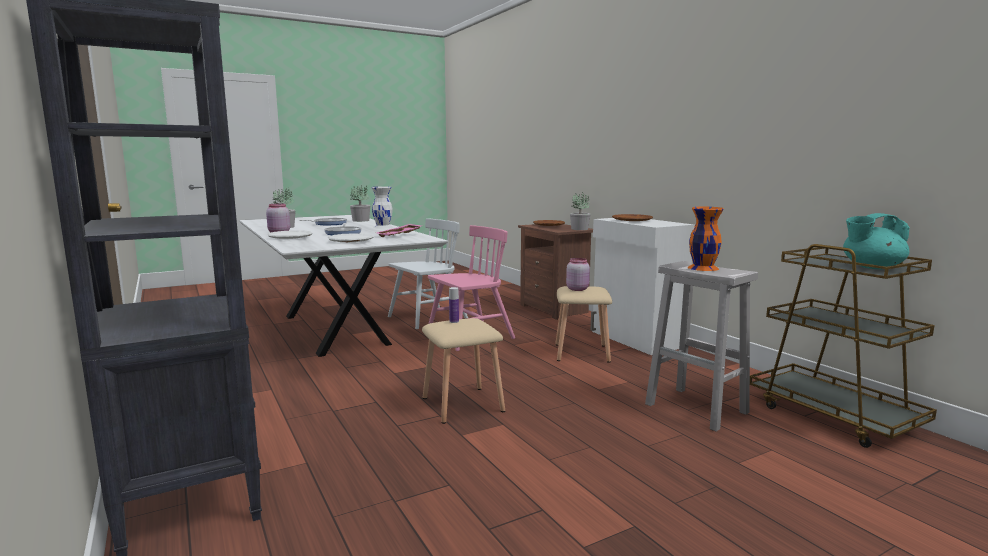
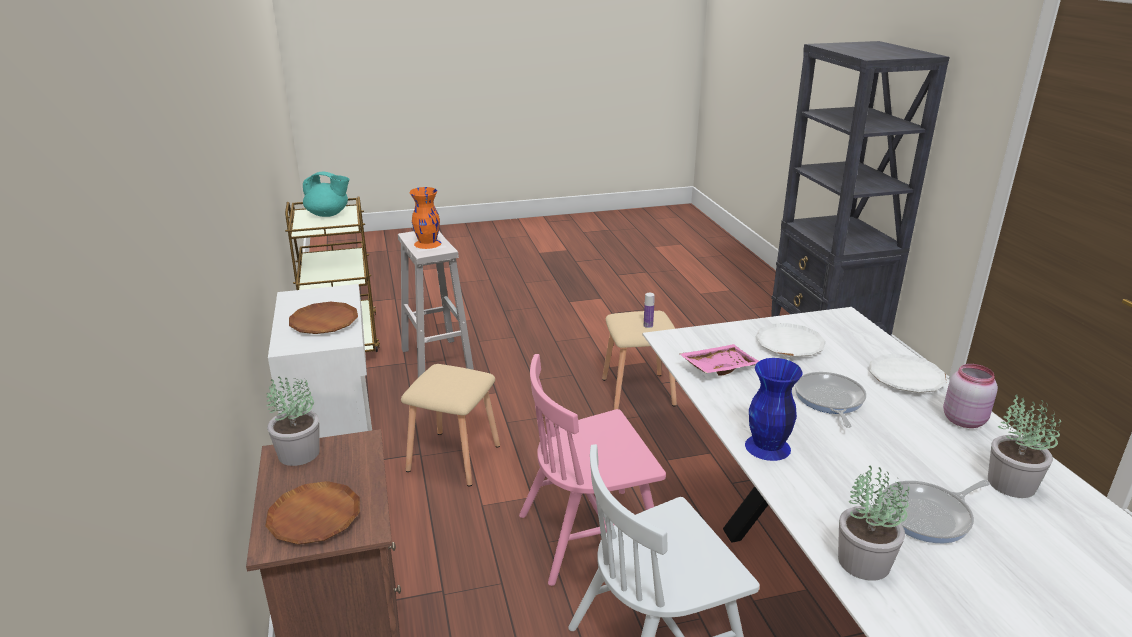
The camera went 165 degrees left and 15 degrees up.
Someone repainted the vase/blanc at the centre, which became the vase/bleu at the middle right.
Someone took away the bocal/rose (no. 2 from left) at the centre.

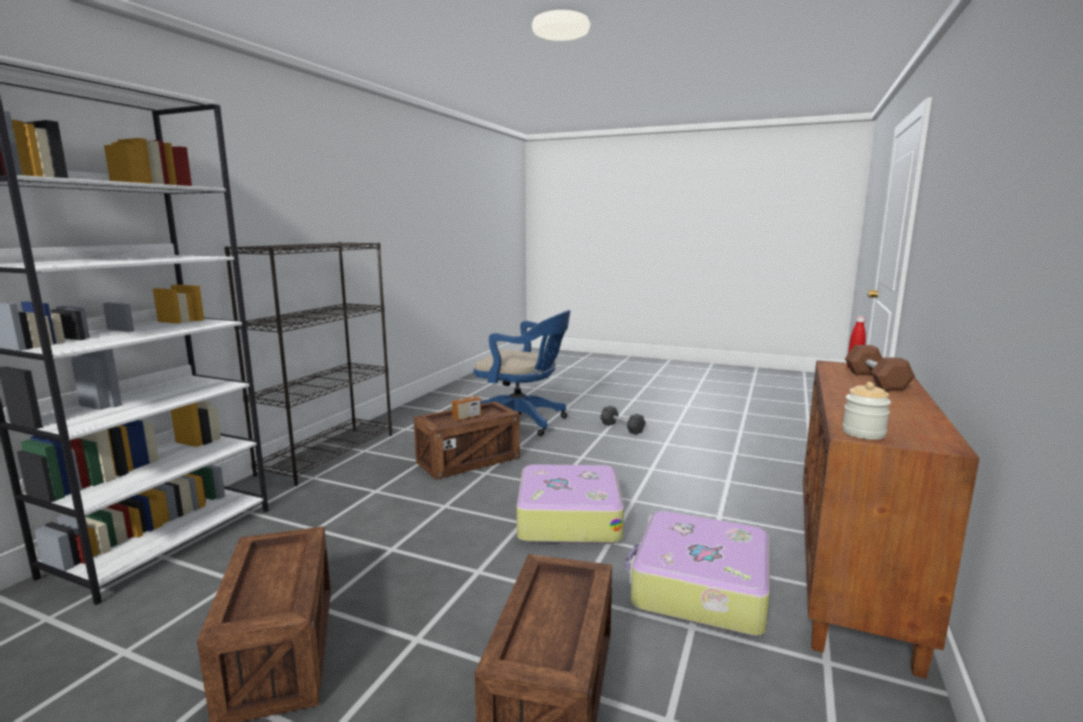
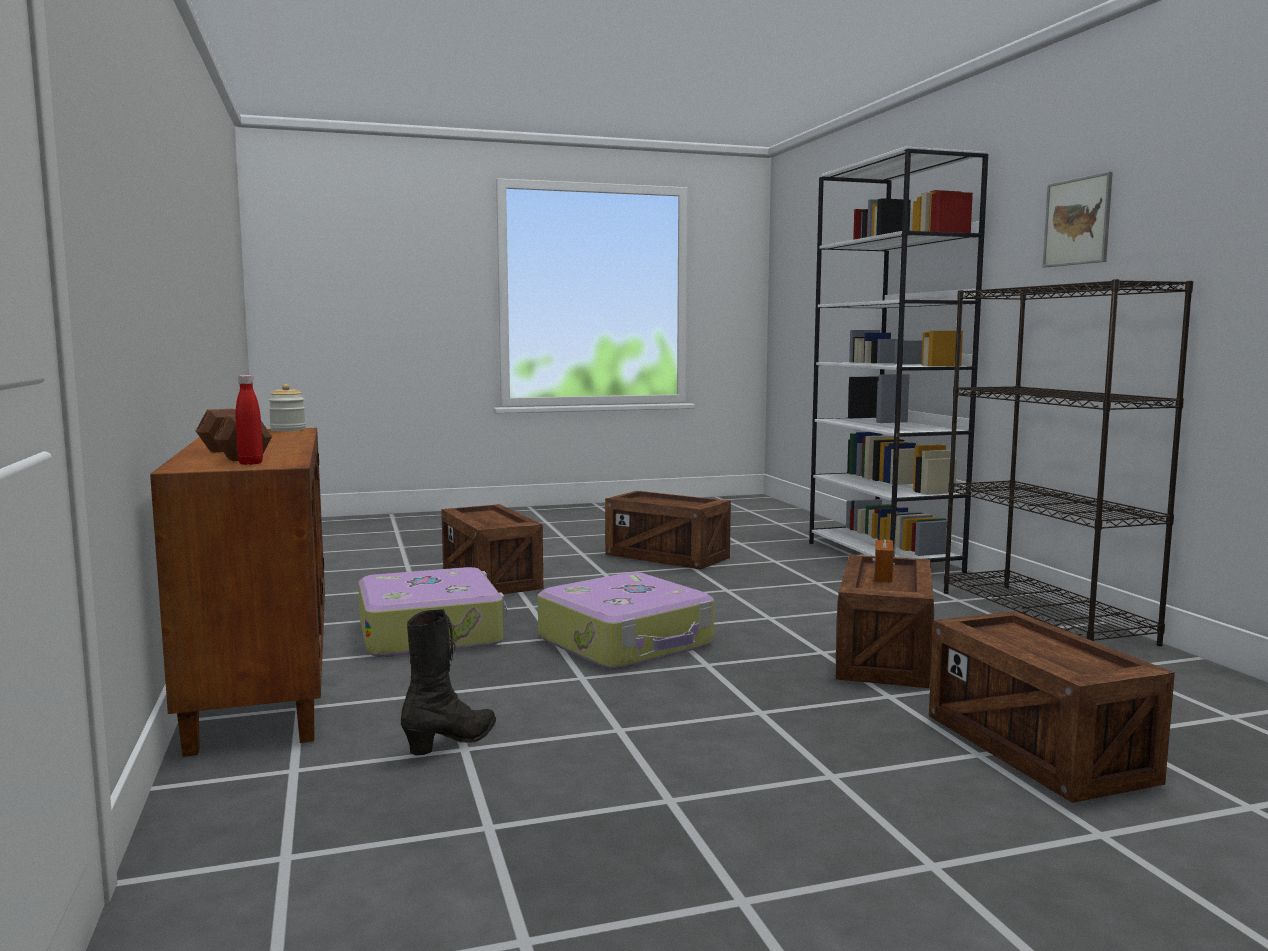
The camera went 140 degrees right and 5 degrees down.
Someone swapped the chaise de bureau/bleu at the centre for the caisse (no. 4 from left) at the bottom right.
Someone took away the haltère/gris at the centre.
Someone put down the botte/noir at the bottom centre.
Someone put up the tableau at the top right.

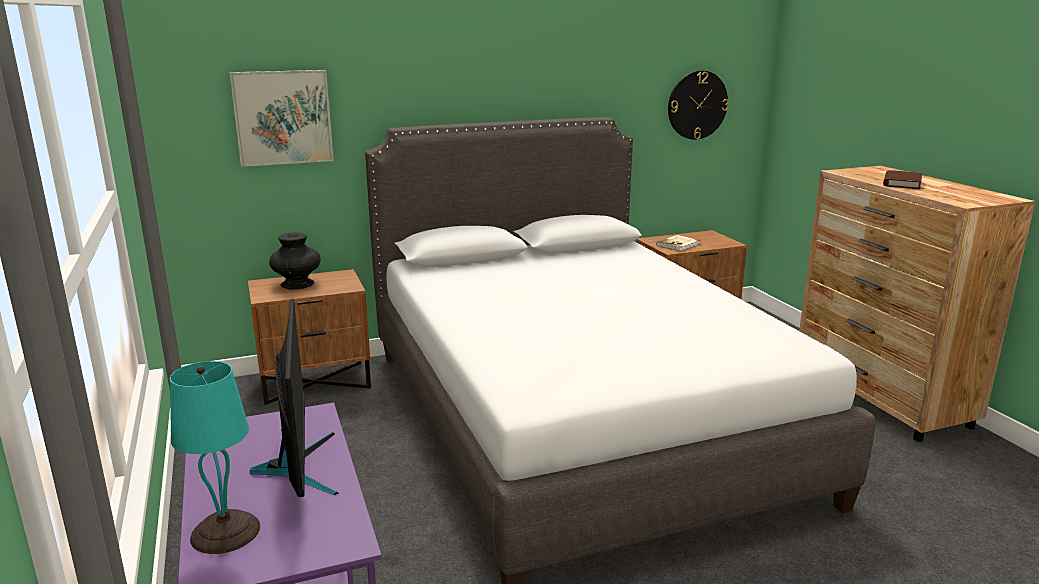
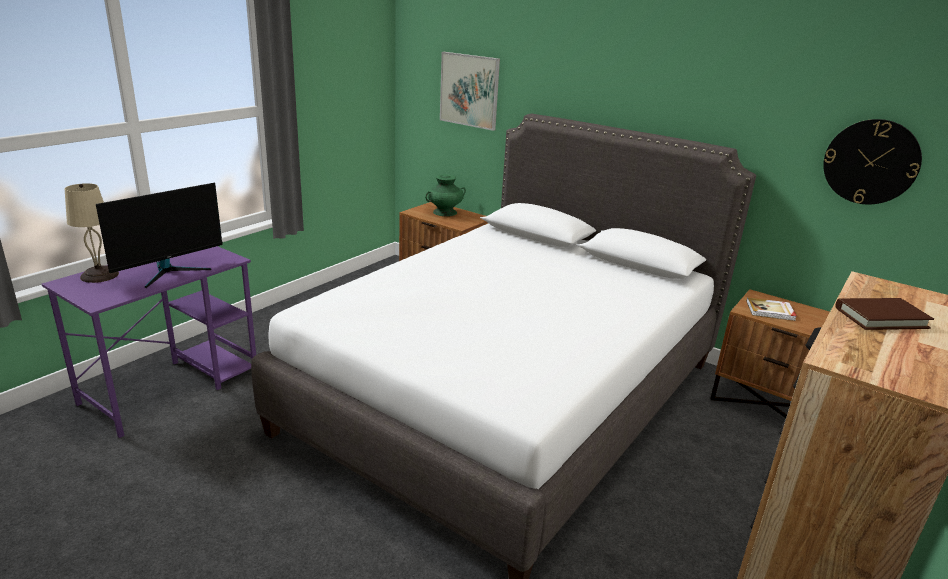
The camera went 55 degrees right and 5 degrees up.
Someone repainted the lampe de table/turquoise at the bottom left, which became the lampe de table/beige at the middle left.
Someone repainted the vase/noir at the middle left, which became the vase/vert at the centre.

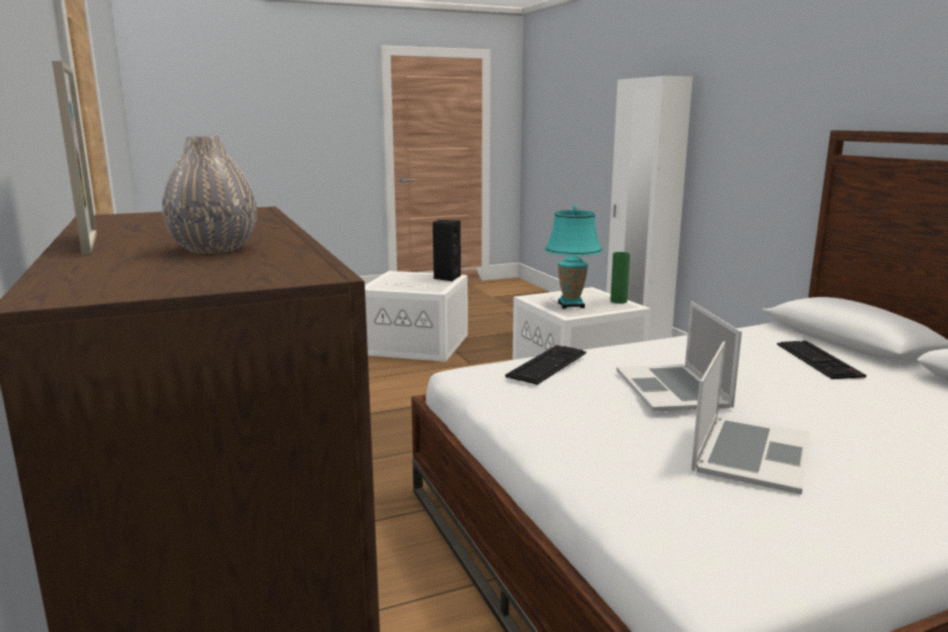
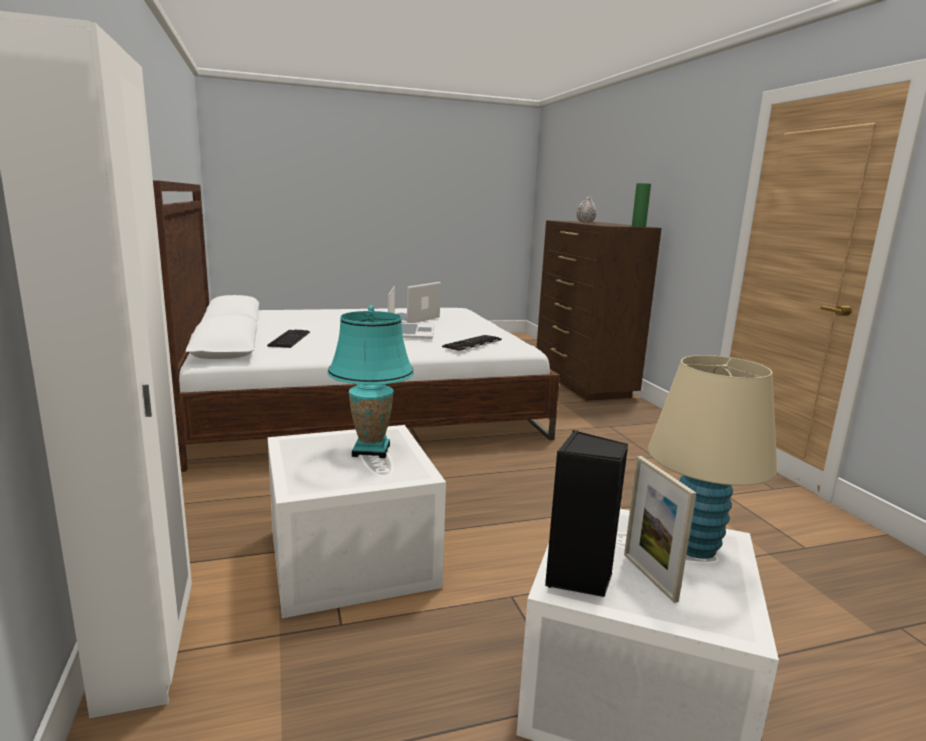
The camera went 175 degrees left and 0 degrees up.
Someone carried the cadre photo from the top left to the bottom right.
Someone carried the vase/vert from the centre to the top right.
Someone put down the lampe de table/beige at the middle right.

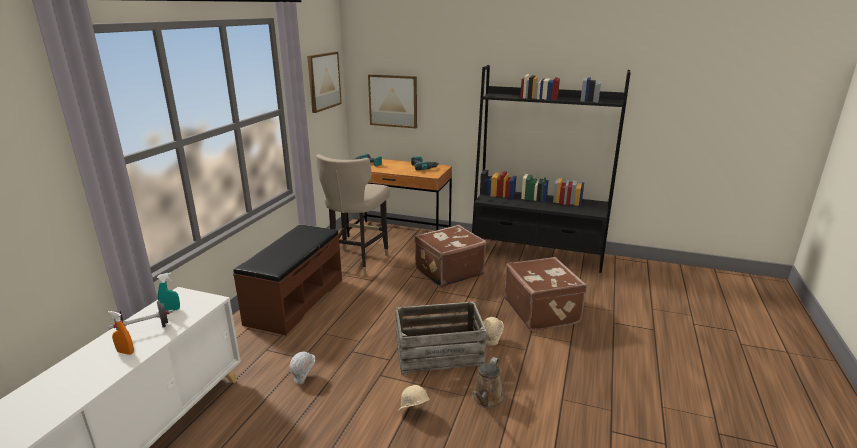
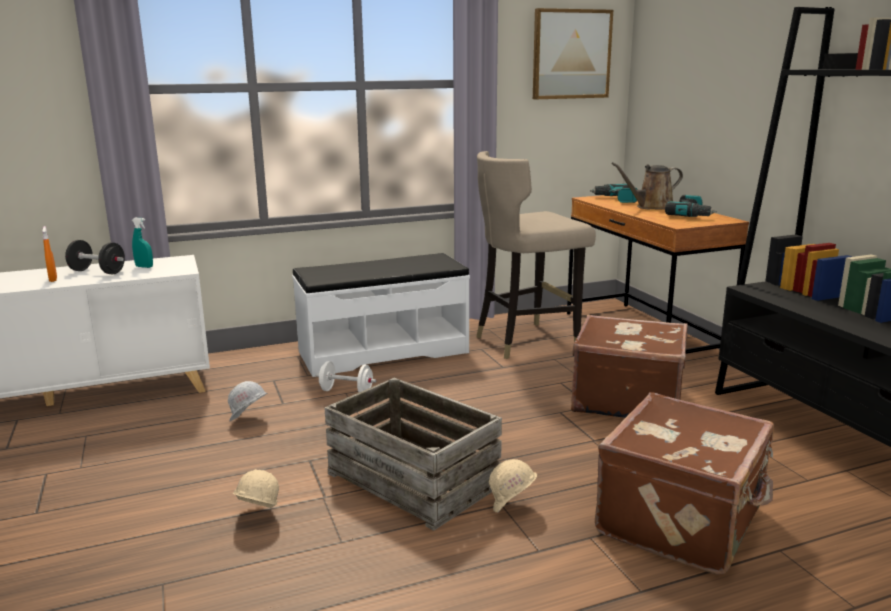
The camera went 50 degrees right and 5 degrees down.
Someone repainted the banc/marron at the centre, which became the banc/blanc at the centre.
Someone took away the tableau (no. 2 from left) at the top centre.
Someone carried the arrosoir/marron from the bottom centre to the top right.
Someone put down the haltère/blanc at the centre.

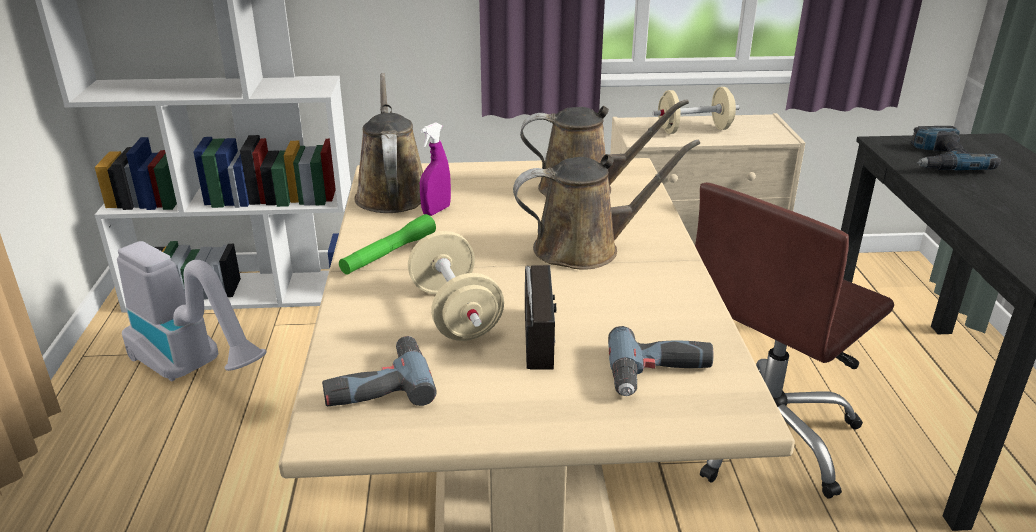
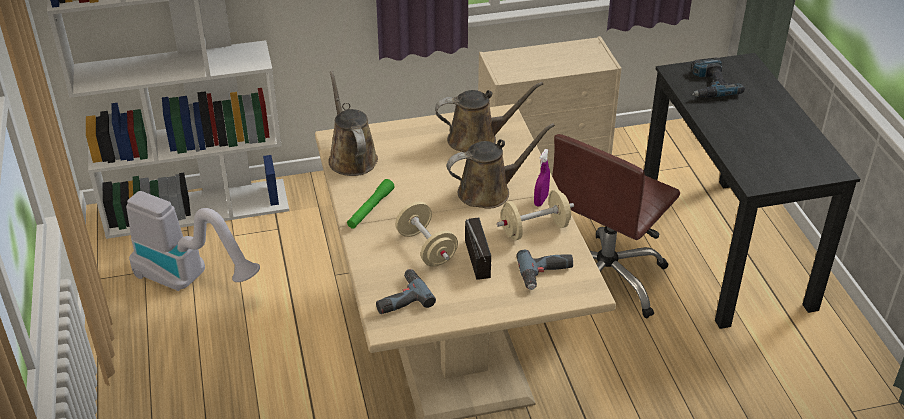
The camera went 10 degrees left and 10 degrees up.
Someone carried the vaporisateur/violet from the top centre to the centre.
Someone carried the haltère/beige (no. 2 from left) from the top right to the centre.

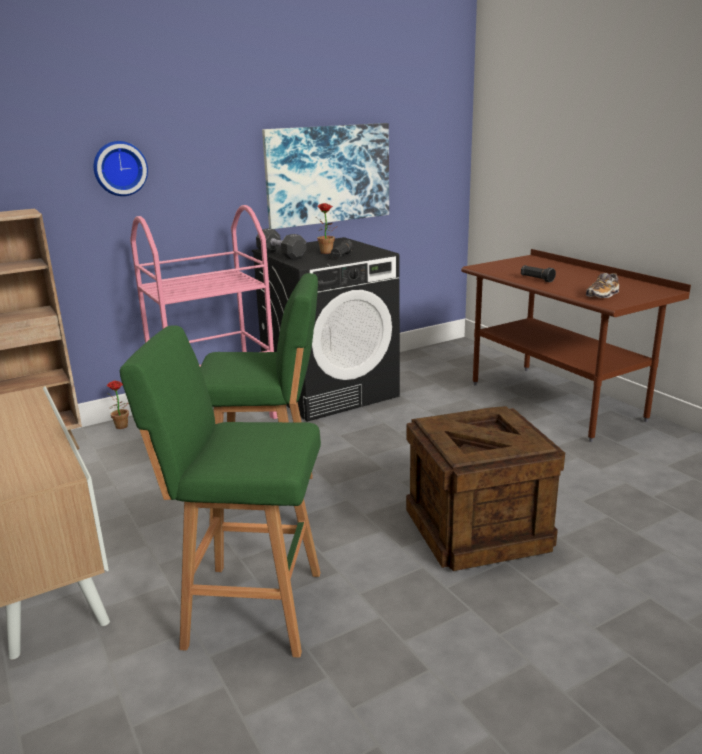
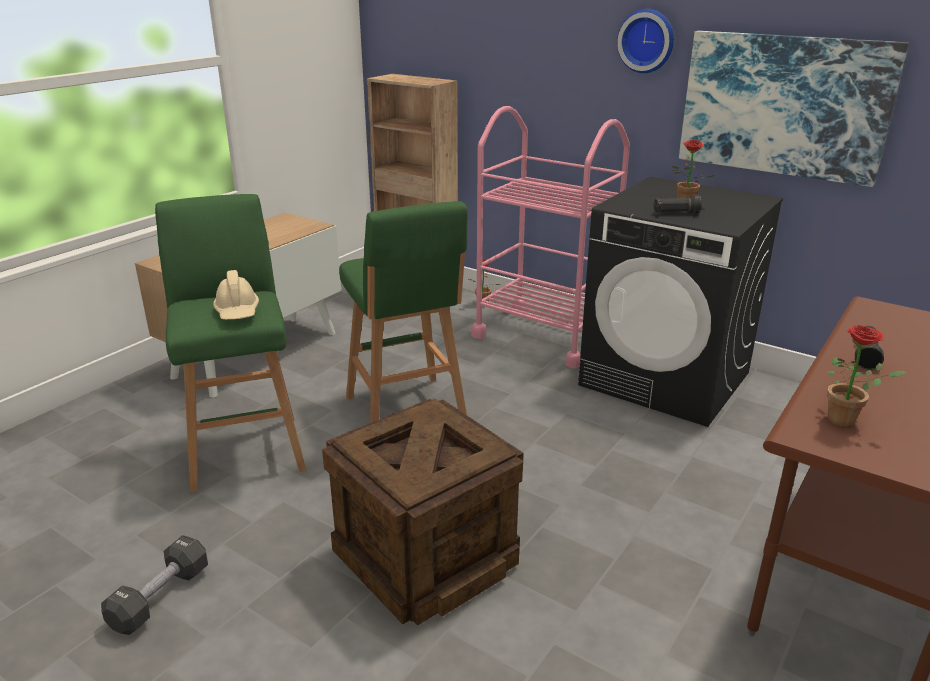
The camera went 65 degrees right and 5 degrees up.
Someone carried the horloge murale from the top left to the top right.
Someone carried the haltère/noir from the top centre to the bottom left.
Someone swapped the chaussure at the middle right for the plante en pot (no. 3 from left) at the middle right.
Someone put down the casque de chantier/beige at the middle left.

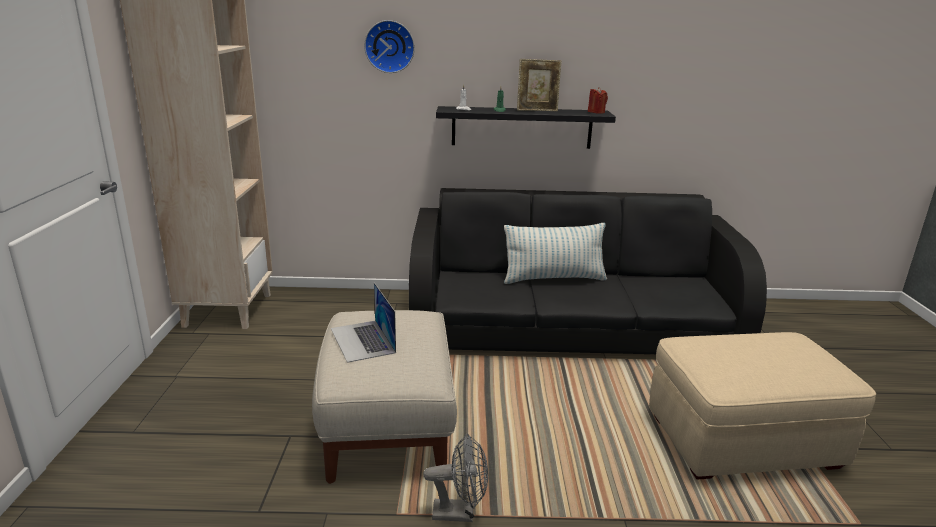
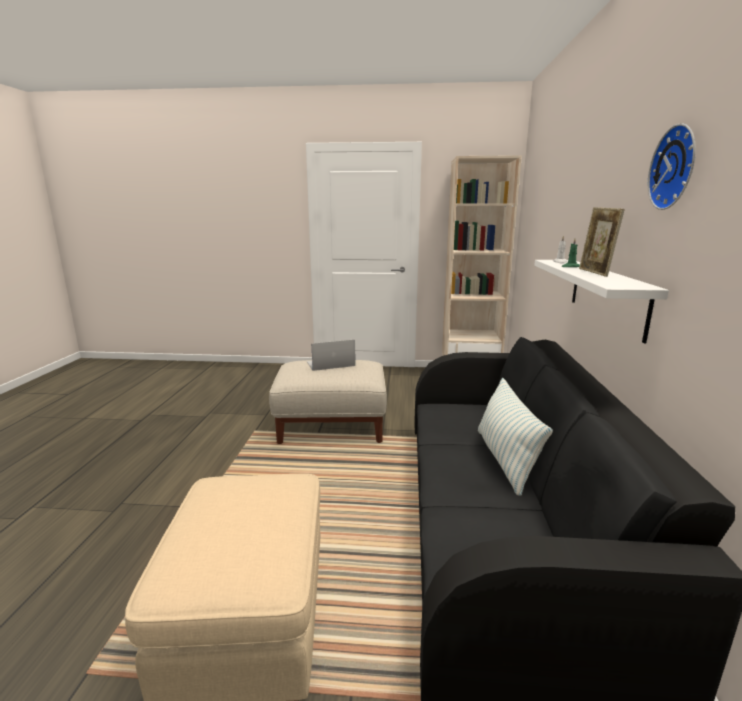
The camera went 95 degrees right and 5 degrees down.
Someone carried the horloge murale from the top centre to the top right.
Someone took away the ventilateur/gris at the bottom centre.
Someone repainted the étagère/noir at the top centre, which became the étagère/blanc at the middle right.
Someone took away the bougie/rouge at the top centre.

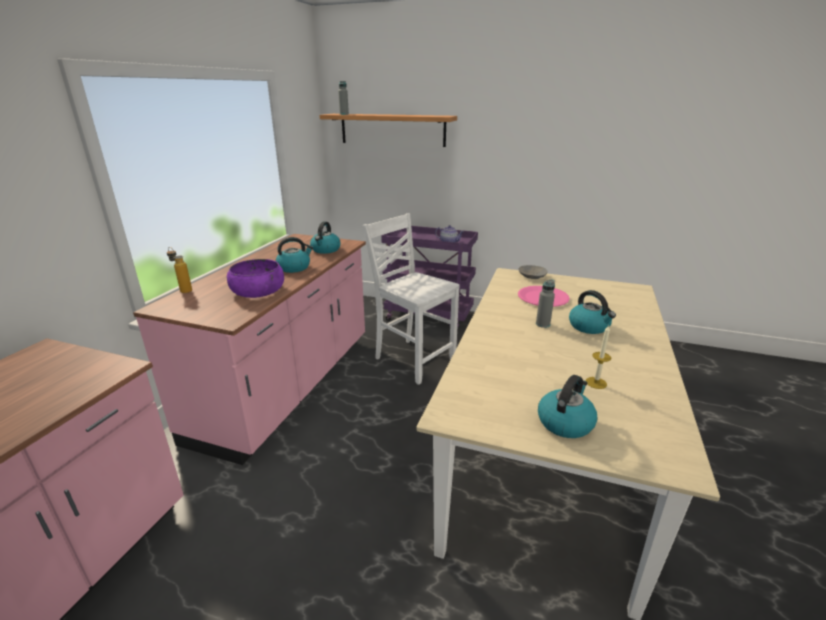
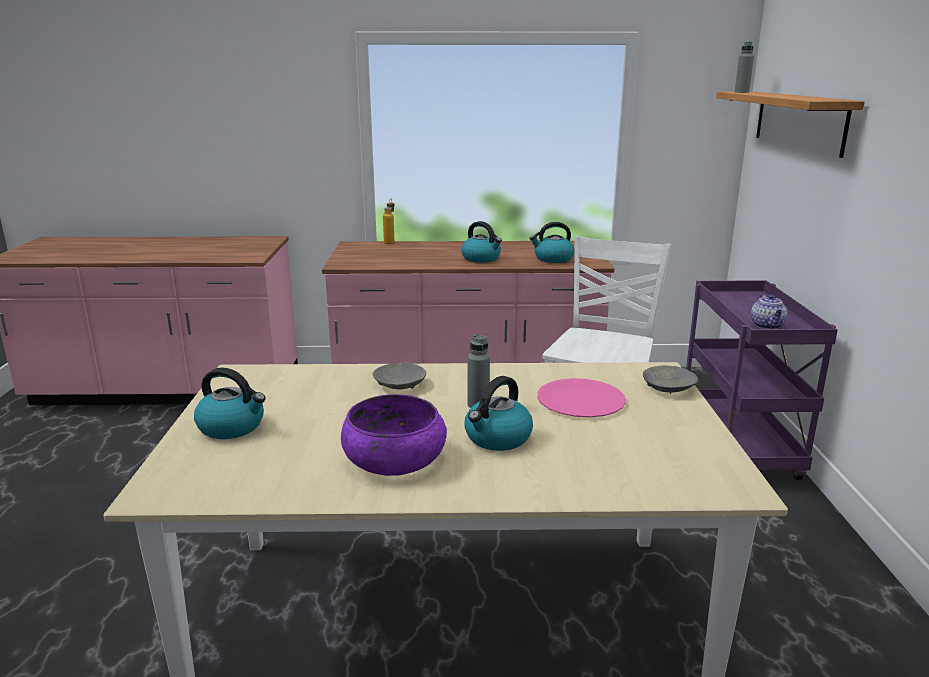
The camera went 70 degrees right and 5 degrees down.
Someone carried the bol/violet from the middle left to the centre.
Someone took away the bougie at the middle right.
Someone put down the bol/gris (no. 1 from left) at the centre.

